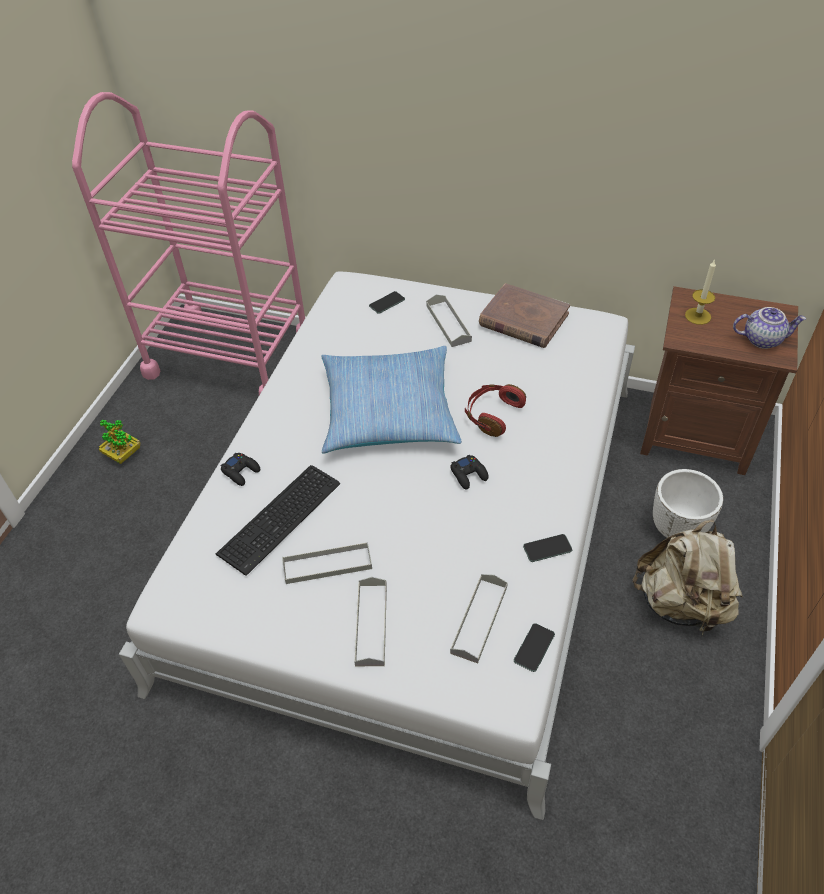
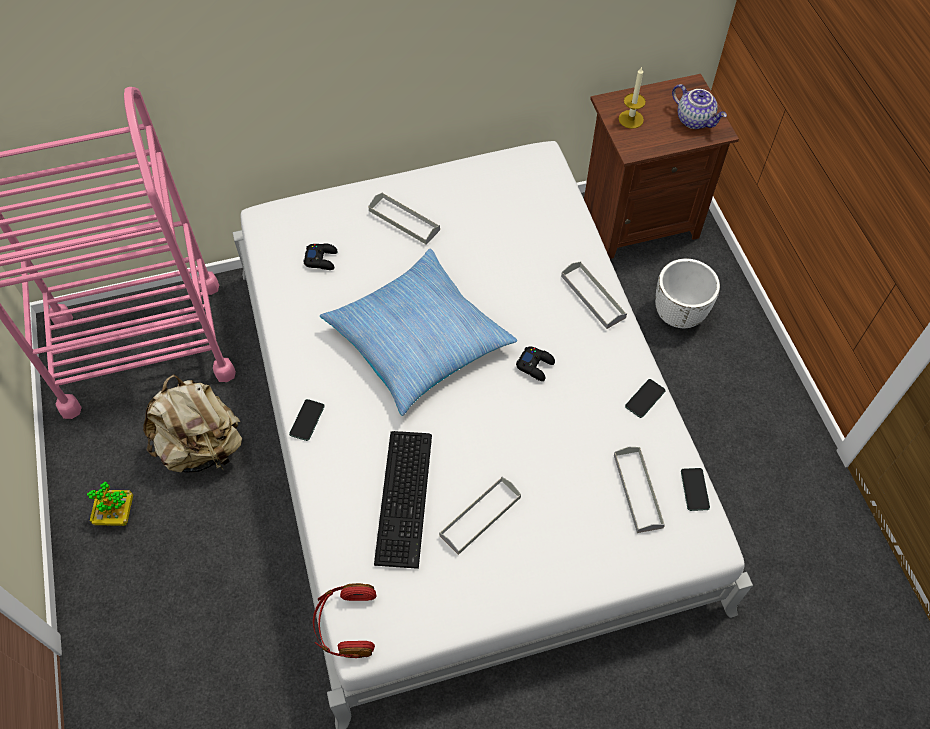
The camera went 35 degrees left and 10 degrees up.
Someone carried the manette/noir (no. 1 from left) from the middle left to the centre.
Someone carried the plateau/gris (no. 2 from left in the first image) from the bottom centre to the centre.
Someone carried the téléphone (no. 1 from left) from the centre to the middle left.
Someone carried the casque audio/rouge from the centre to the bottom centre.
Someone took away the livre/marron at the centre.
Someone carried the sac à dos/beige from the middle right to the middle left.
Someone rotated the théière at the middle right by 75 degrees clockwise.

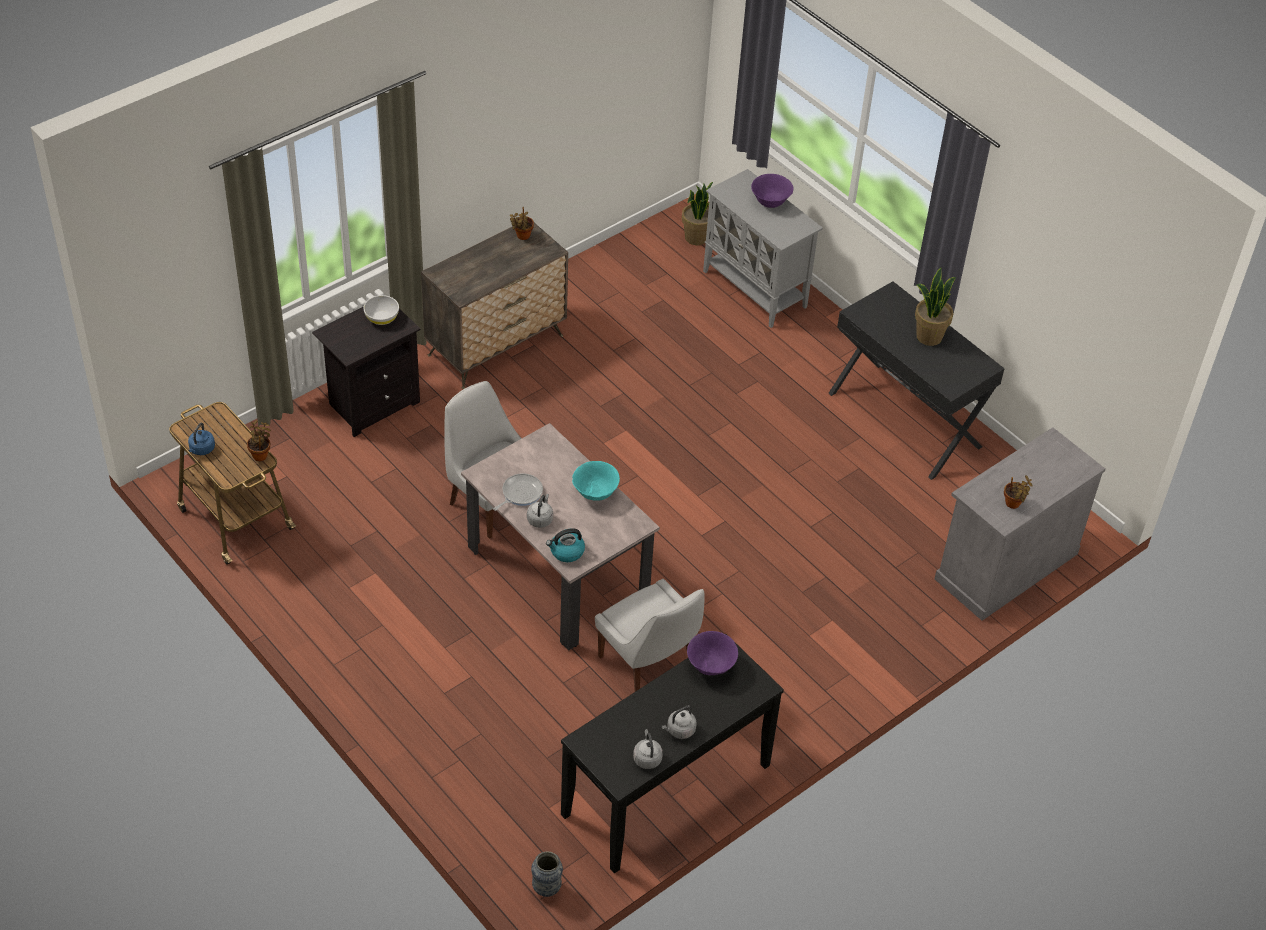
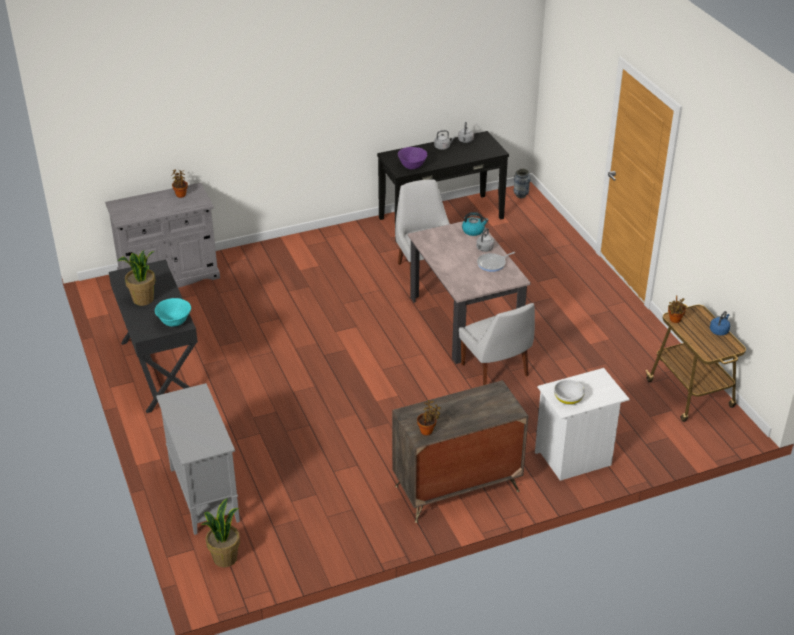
The camera went 160 degrees left and 10 degrees down.
Someone repainted the table de chevet/noir at the middle left, which became the table de chevet/blanc at the bottom right.
Someone carried the bol/turquoise from the centre to the middle left.
Someone took away the bol/violet (no. 2 from left) at the top centre.

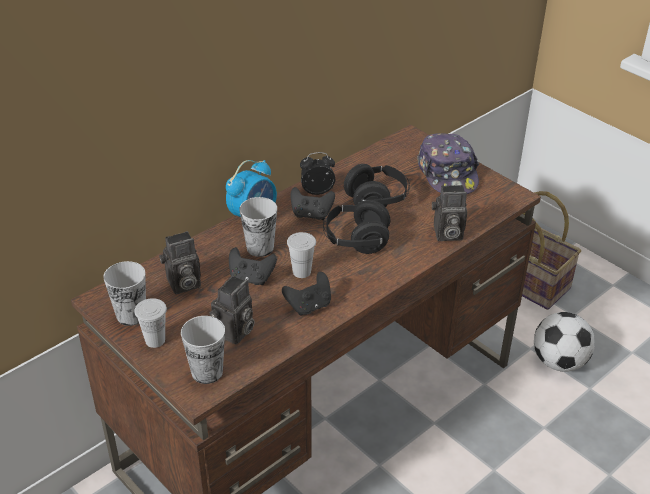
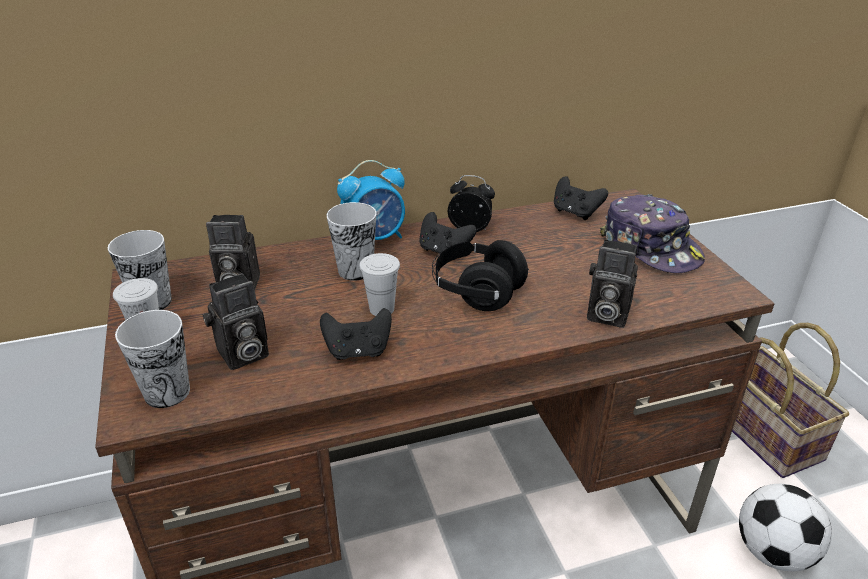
The camera went 25 degrees right and 5 degrees down.
Someone carried the manette/noir (no. 1 from left in the first image) from the centre to the middle right.
Someone took away the casque audio/noir (no. 2 from left) at the centre.
Someone rotated the casquette at the top right by 45 degrees counterclockwise.

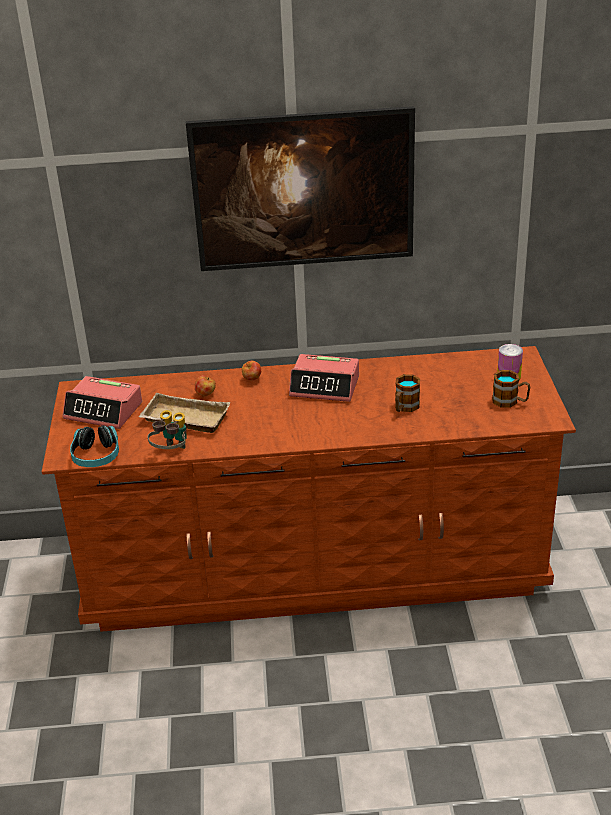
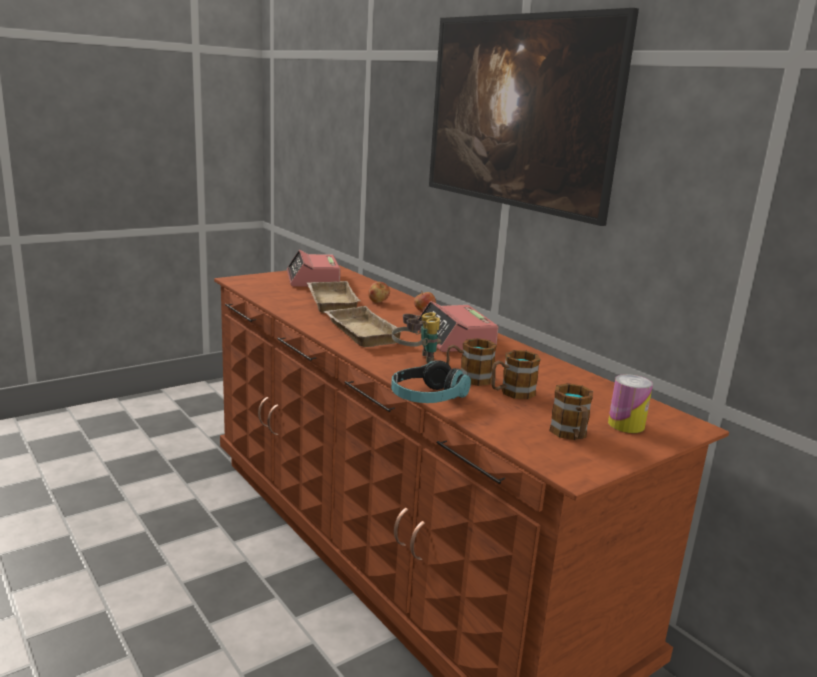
The camera went 55 degrees right and 15 degrees down.
Someone carried the casque audio from the middle left to the centre.
Someone carried the jumelles from the middle left to the centre.
Someone put down the plateau/beige (no. 2 from left) at the centre.
Someone put down the mug (no. 2 from left) at the centre.

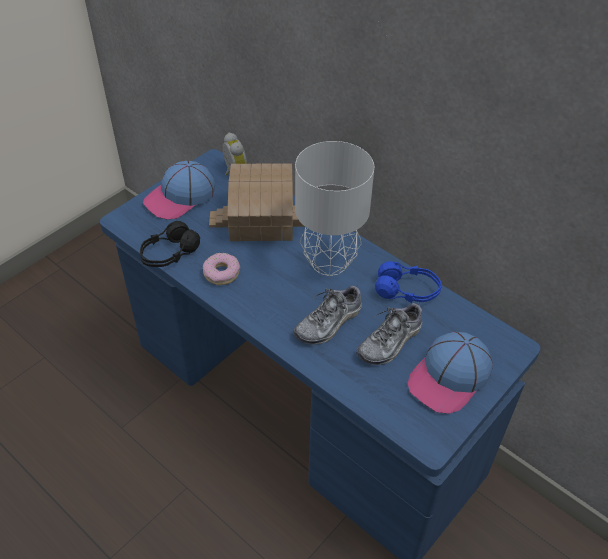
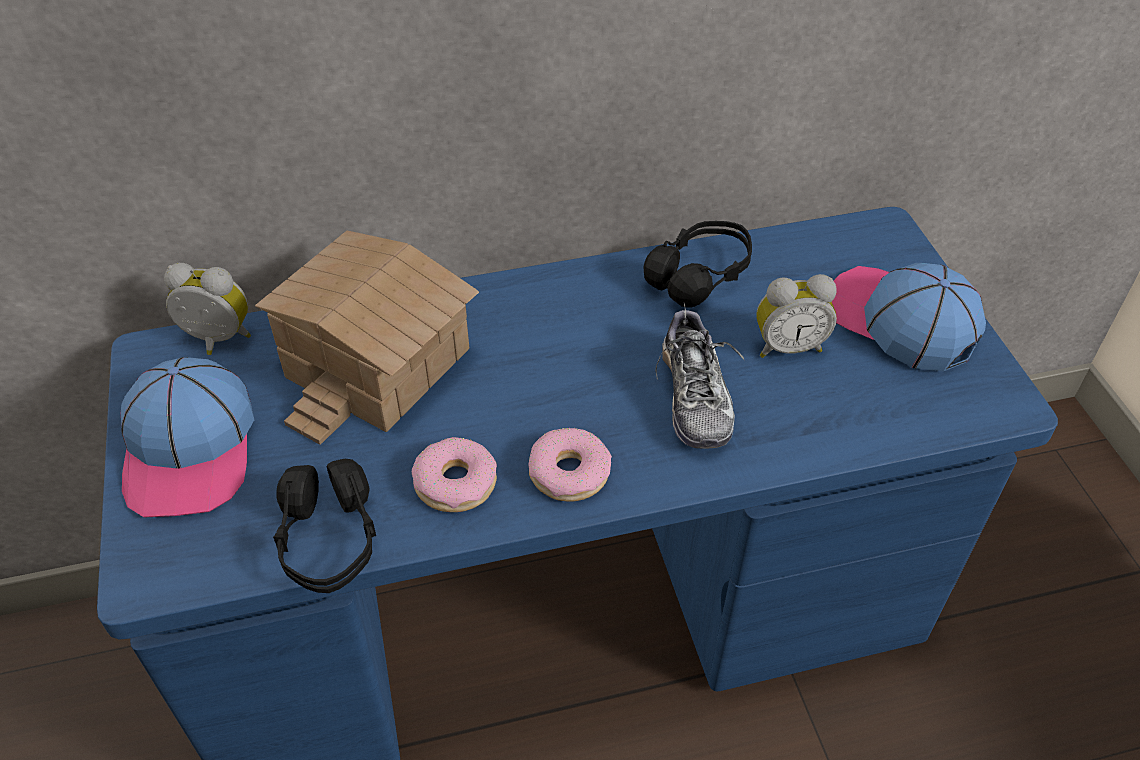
The camera went 55 degrees left and 0 degrees up.
Someone took away the lampe de table/gris at the centre.
Someone swapped the chaussure (no. 2 from left) at the centre for the réveil (no. 2 from left) at the middle right.
Someone repainted the casque audio/bleu at the middle right, which became the casque audio/noir (no. 2 from left) at the centre.
Someone rotated the casquette (no. 2 from left) at the bottom right by 150 degrees clockwise.
Someone put down the beignet (no. 2 from left) at the centre.

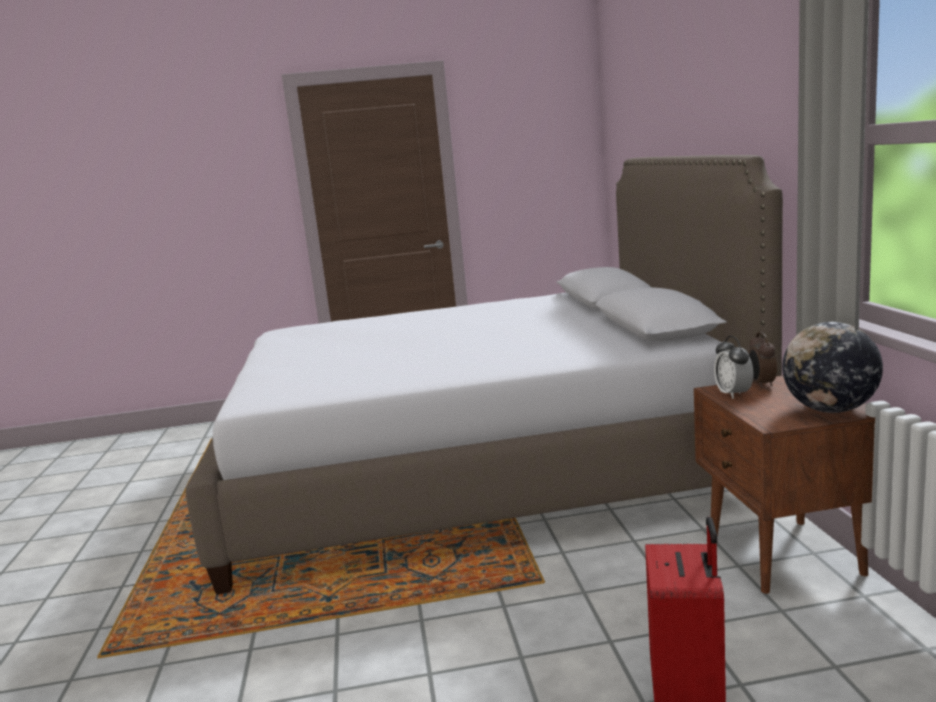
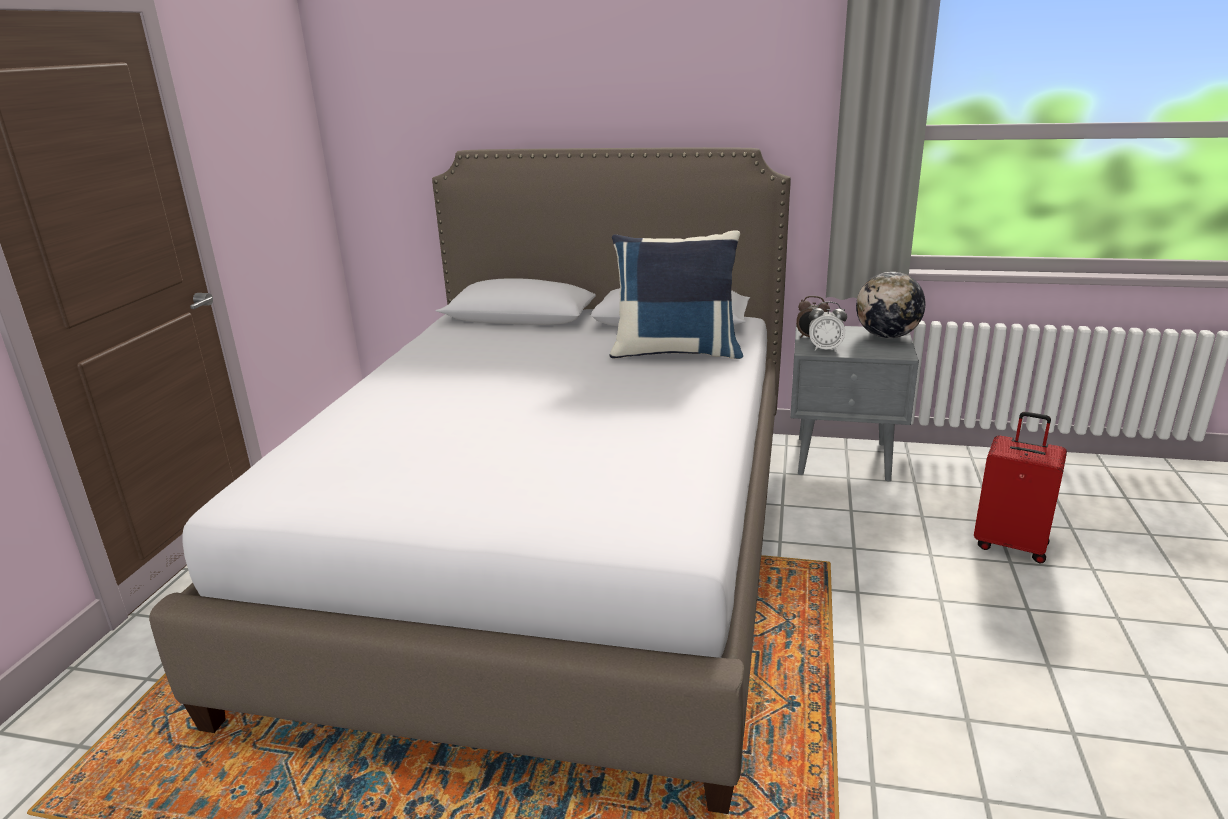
The camera went 70 degrees left and 10 degrees up.
Someone repainted the table de chevet/marron at the bottom right, which became the table de chevet/gris at the middle right.
Someone put down the coussin/bleu at the centre.

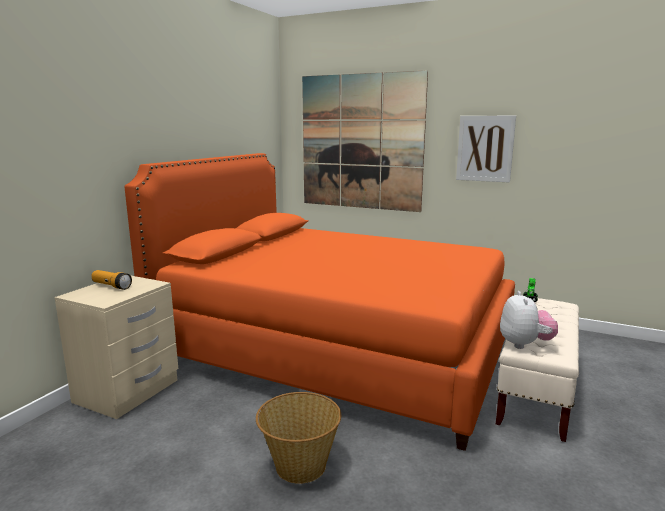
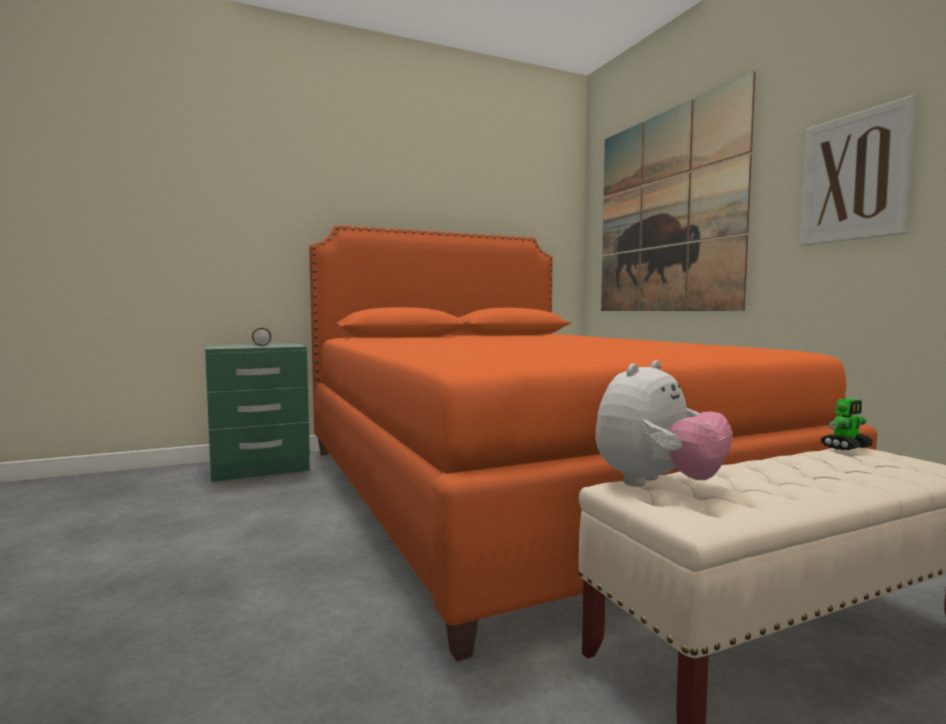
The camera went 40 degrees right and 10 degrees down.
Someone repainted the table de chevet/beige at the bottom left, which became the table de chevet/vert at the middle left.
Someone took away the panier at the bottom centre.

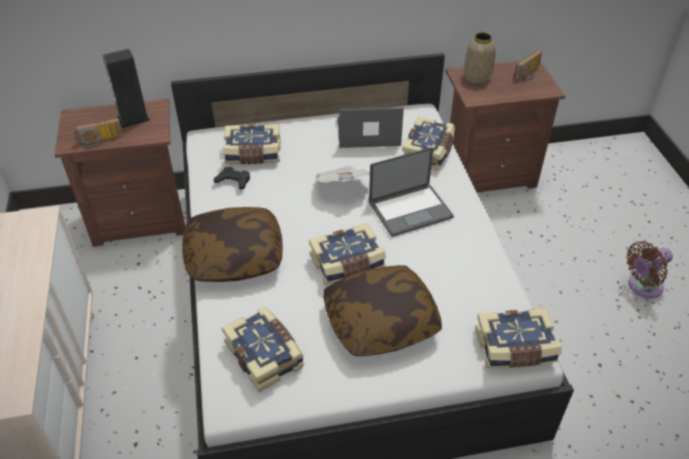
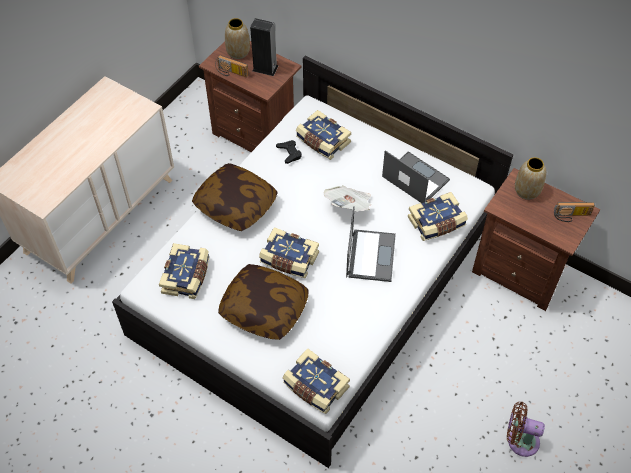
The camera went 45 degrees right and 10 degrees up.
Someone rotated the ordinateur portable (no. 2 from left in the first image) at the centre by 105 degrees counterclockwise.
Someone put down the vase (no. 1 from left) at the top centre.

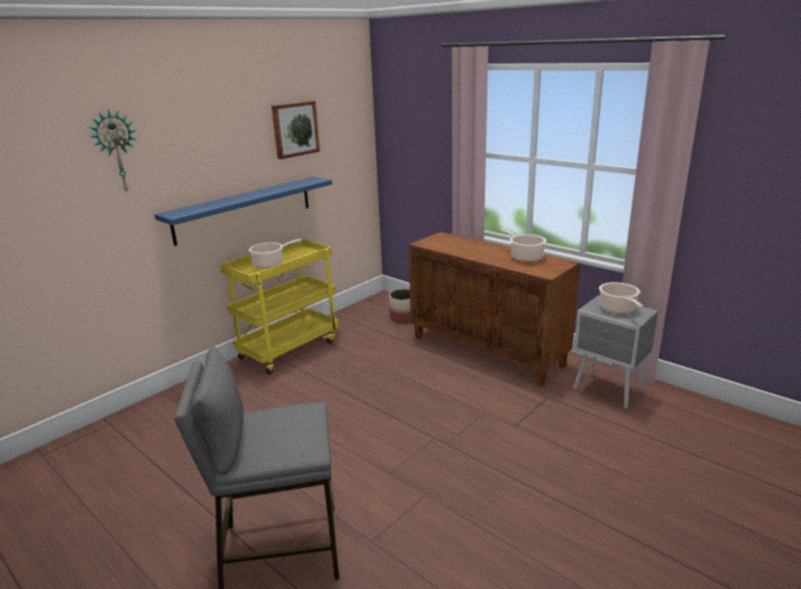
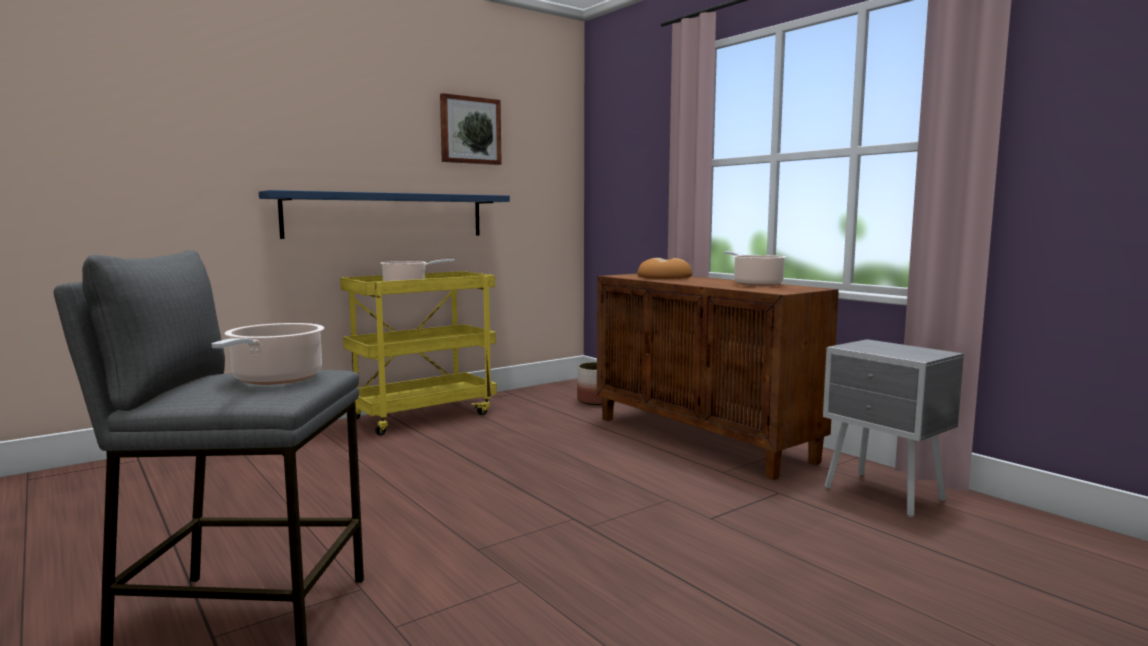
The camera went 10 degrees right and 15 degrees down.
Someone took away the horloge murale at the top left.
Someone carried the marmite (no. 3 from left in the first image) from the middle right to the middle left.
Someone put down the pain at the centre.

